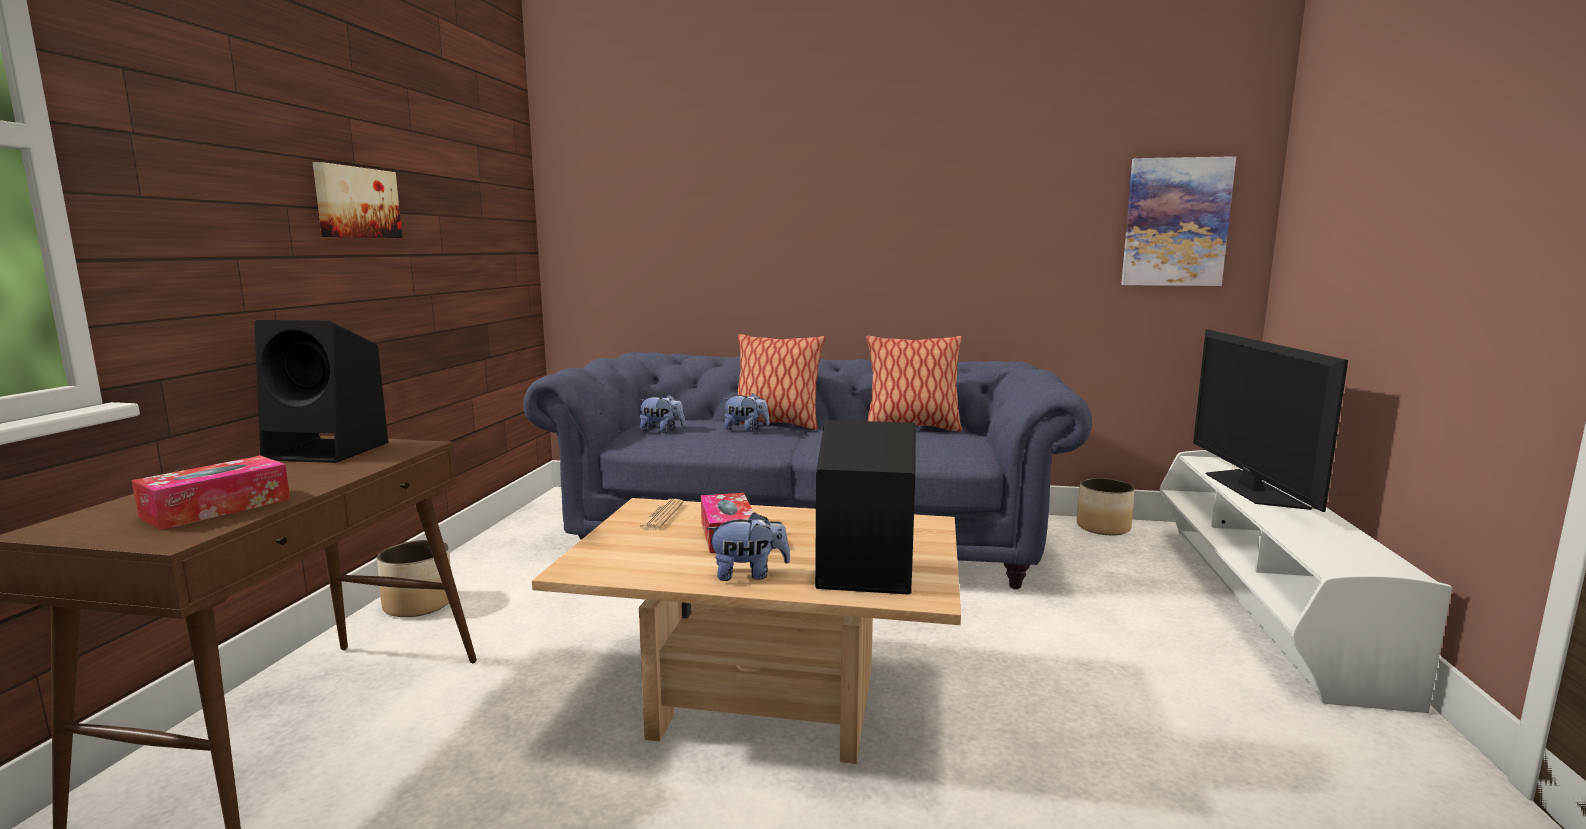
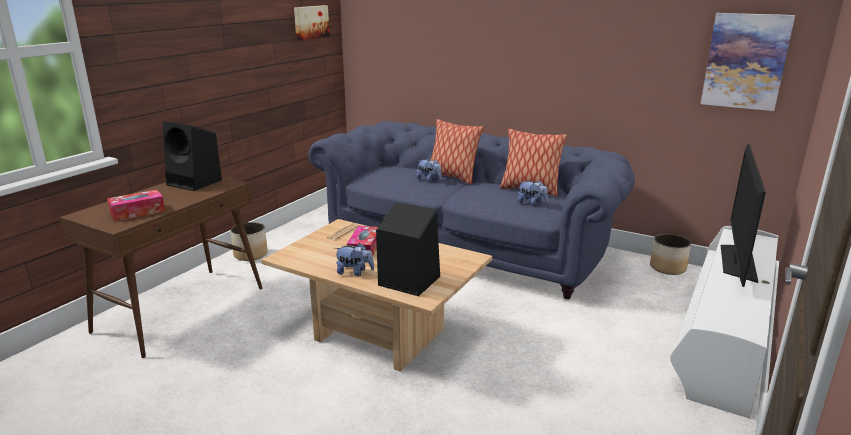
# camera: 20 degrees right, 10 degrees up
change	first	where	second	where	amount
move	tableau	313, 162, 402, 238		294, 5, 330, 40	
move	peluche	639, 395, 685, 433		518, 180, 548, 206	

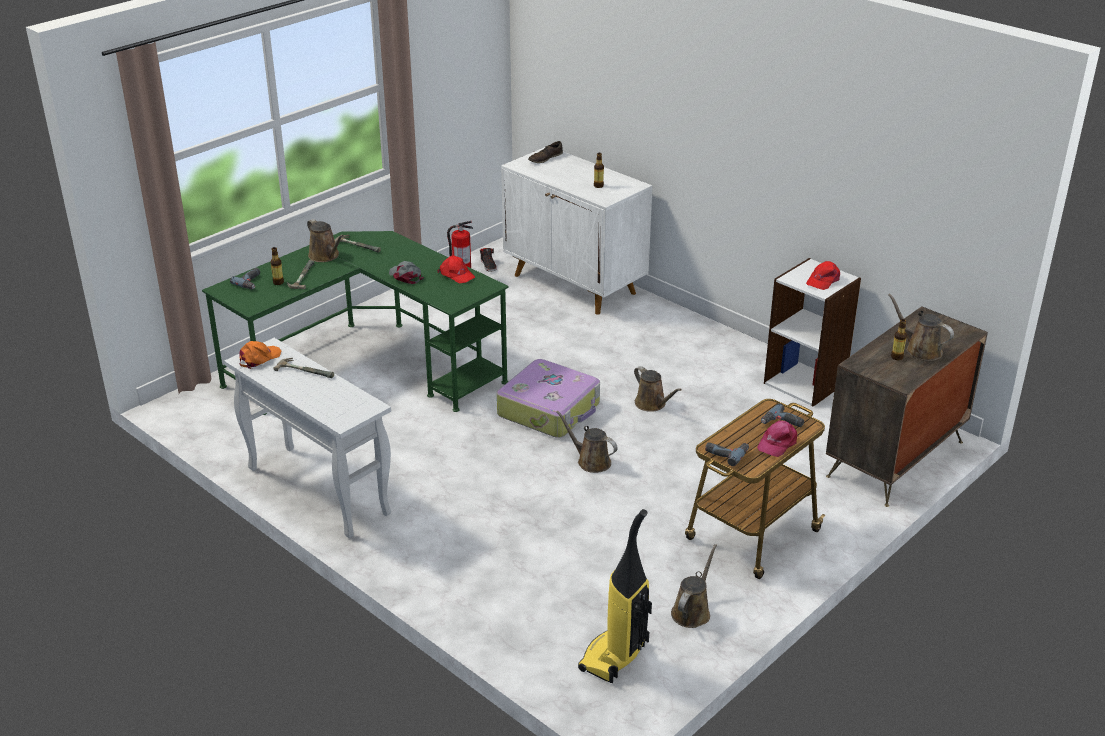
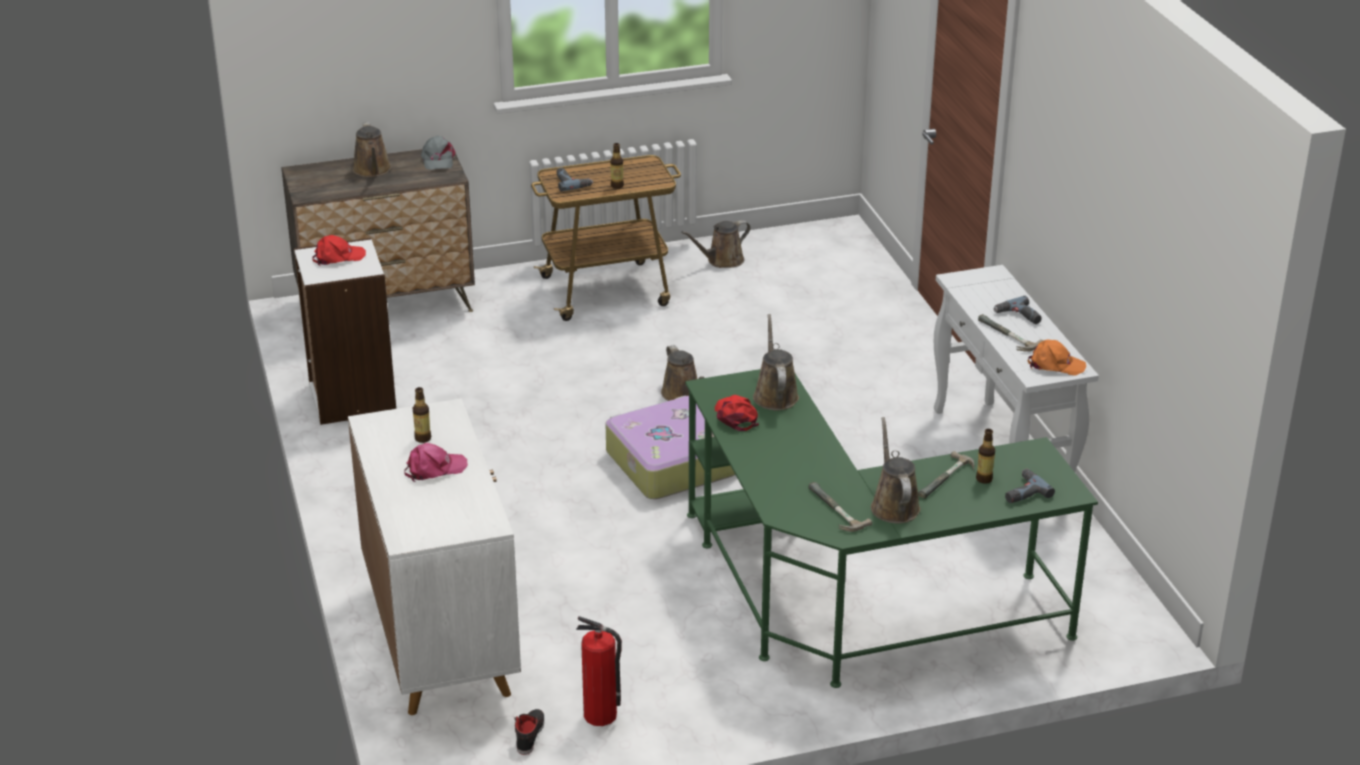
# camera: 150 degrees left, 0 degrees up
change	first	where	second	where	amount
move	casquette/rose	757, 420, 797, 457		405, 443, 468, 482	
move	casquette/gris	389, 261, 424, 284		421, 136, 456, 170	
move	bouteille	891, 319, 907, 360		610, 143, 624, 189	
move	arrosoir/marron	634, 366, 682, 412		753, 314, 799, 410	
move	perceuse	705, 442, 749, 466		994, 296, 1042, 324	
rotate	casquette/orange	239, 341, 281, 369		1028, 339, 1086, 376	150 degrees counterclockwise
delete	chaussure/marron	528, 141, 563, 163			
delete	aspirateur	578, 509, 652, 683			

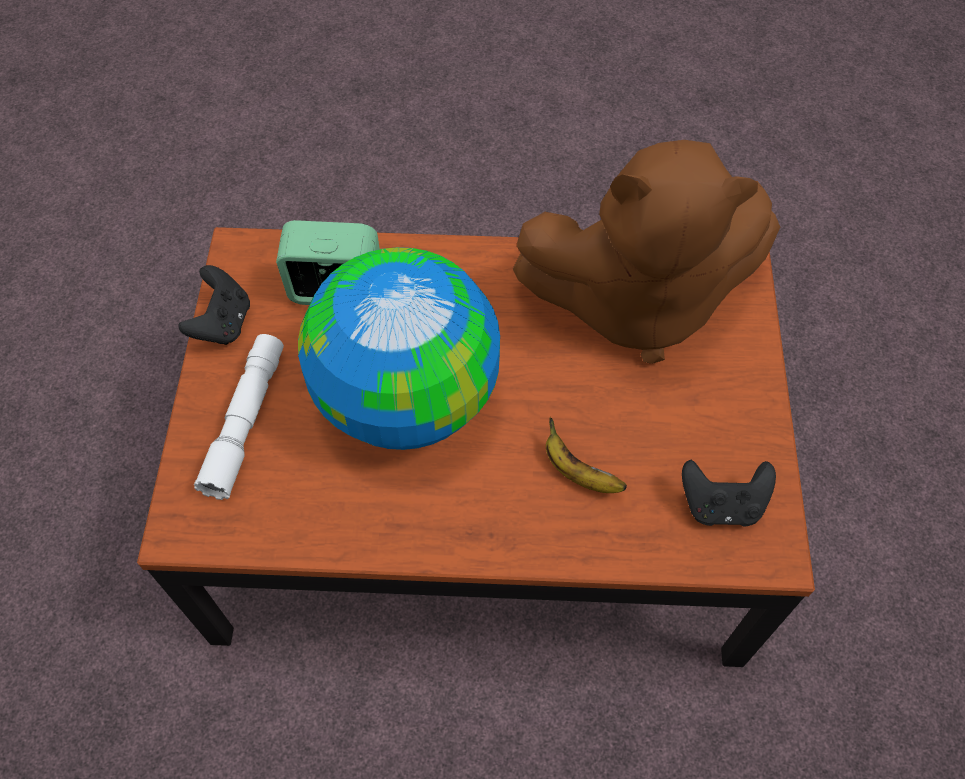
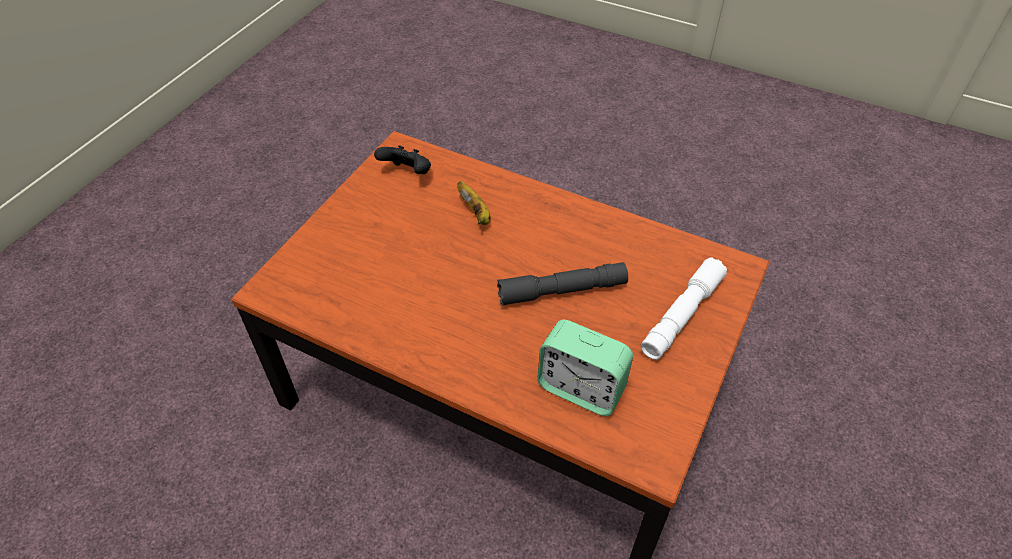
# camera: 155 degrees left, 10 degrees down
change	first	where	second	where	amount
replace	globe	298, 247, 500, 450	lampe de poche/gris	497, 262, 628, 306	
delete	manette/noir	178, 265, 250, 345			
delete	peluche/marron	513, 140, 780, 364			

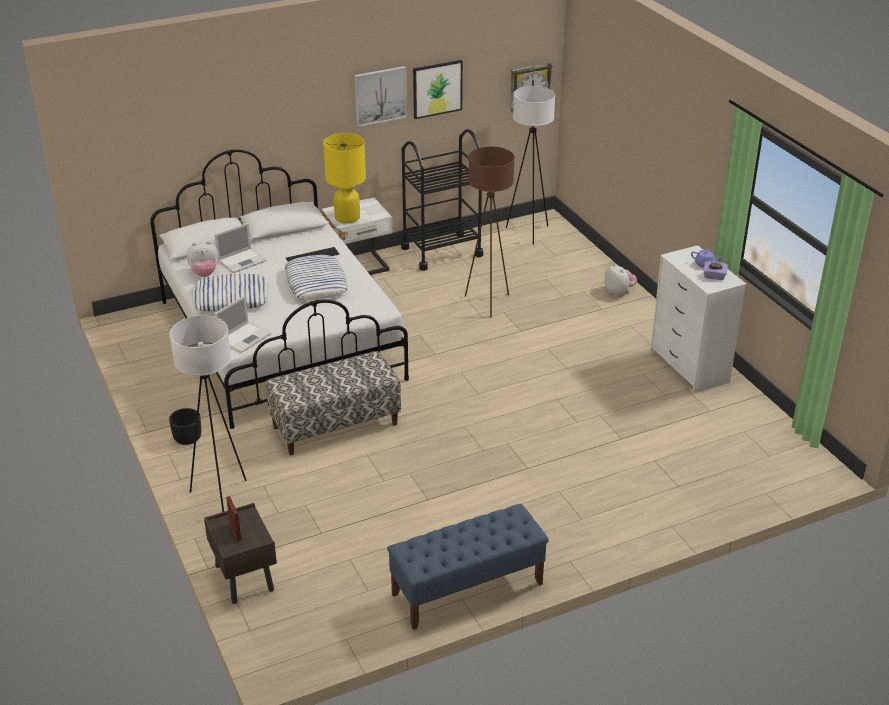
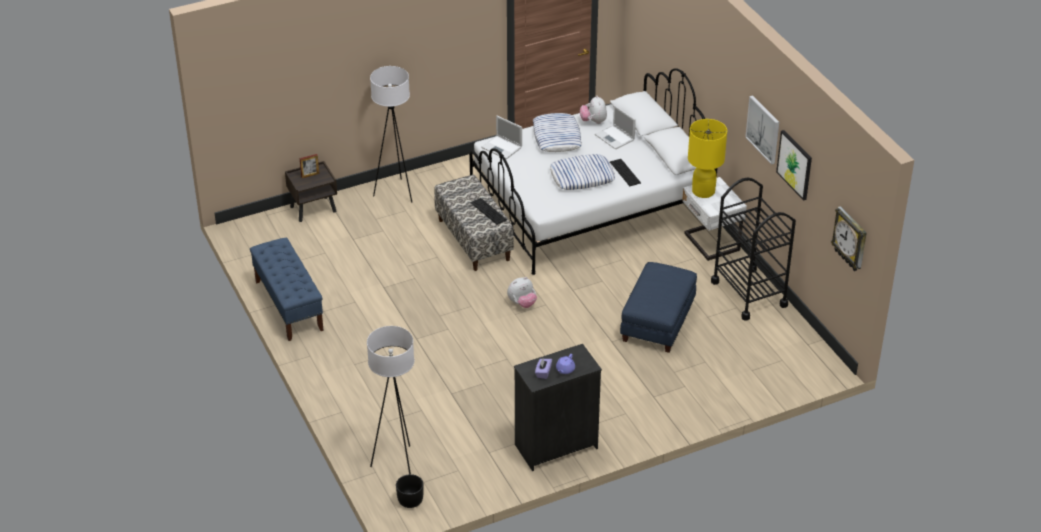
# camera: 90 degrees right, 5 degrees up
change	first	where	second	where	amount
move	lampadaire/blanc	506, 86, 555, 245		367, 326, 414, 474	
move	cache-pot/noir	169, 408, 201, 445		396, 474, 424, 508	
insert			clavier	470, 198, 507, 225	
move	peluche	604, 263, 637, 296		507, 277, 537, 308	
recolor	commode/blanc	650, 245, 746, 394	commode/noir	514, 344, 602, 471	
replace	lampadaire/marron	465, 147, 515, 318	pouf/bleu	620, 262, 697, 353	

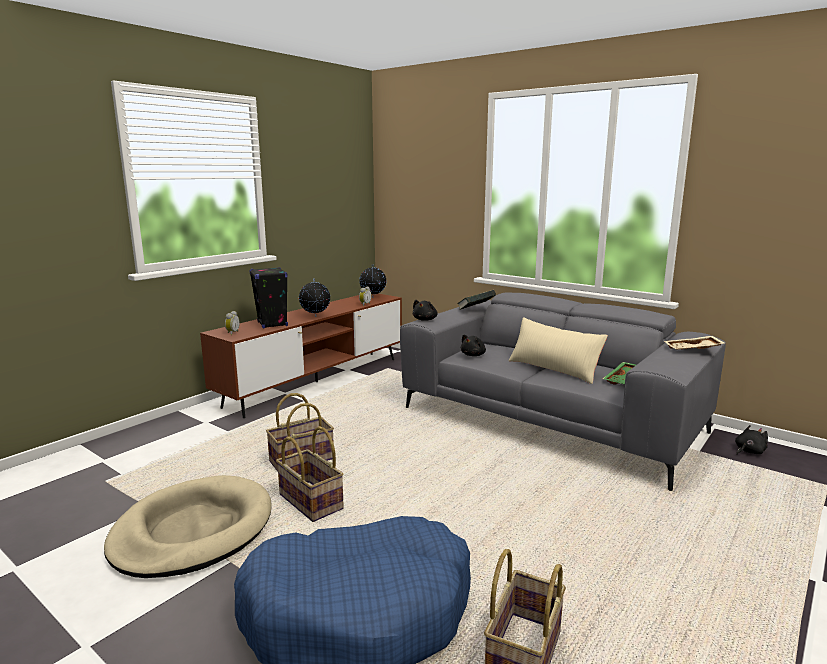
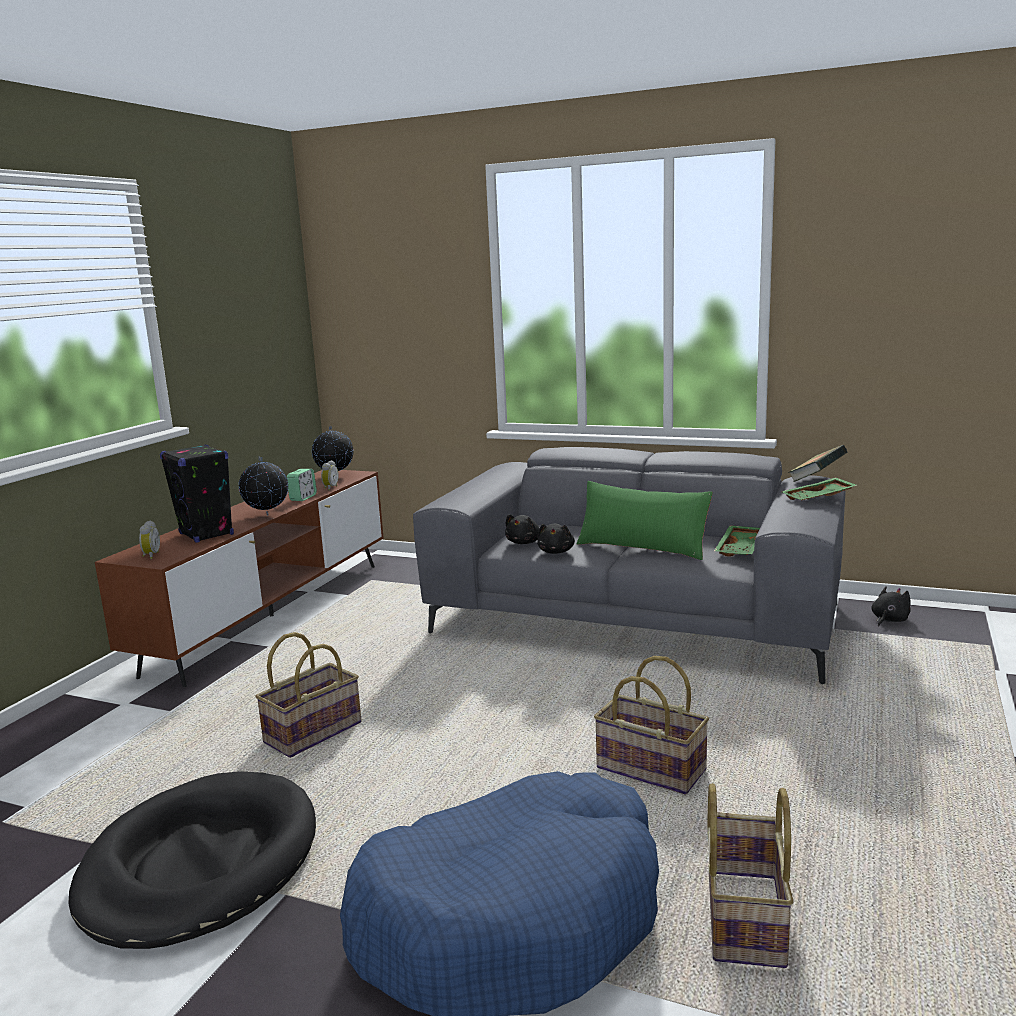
# camera: 15 degrees left, 0 degrees up
change	first	where	second	where	amount
recolor	panier pour chien/beige	104, 475, 272, 578	panier pour chien/noir	69, 771, 316, 949	
insert			réveil	287, 469, 317, 501	
move	peluche/noir	413, 300, 438, 321		537, 523, 575, 554	
recolor	coussin/beige	509, 317, 608, 384	coussin/vert	576, 481, 713, 560	
move	panier	276, 426, 344, 522		594, 656, 709, 794	
recolor	plateau/beige	664, 336, 725, 350	plateau/vert	782, 477, 856, 500	
move	livre	457, 290, 496, 310		788, 445, 848, 482	

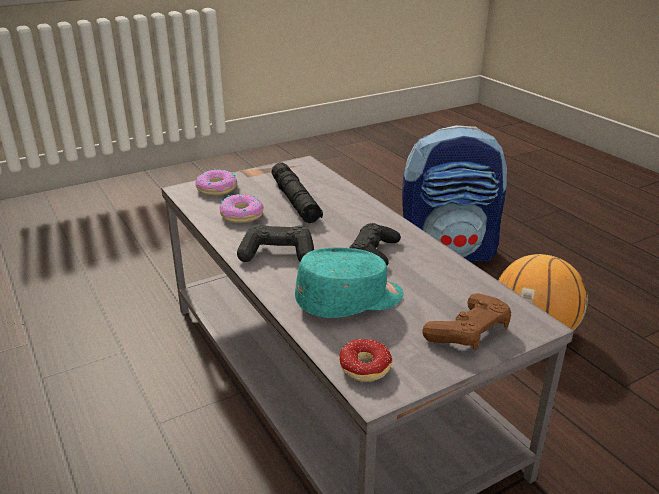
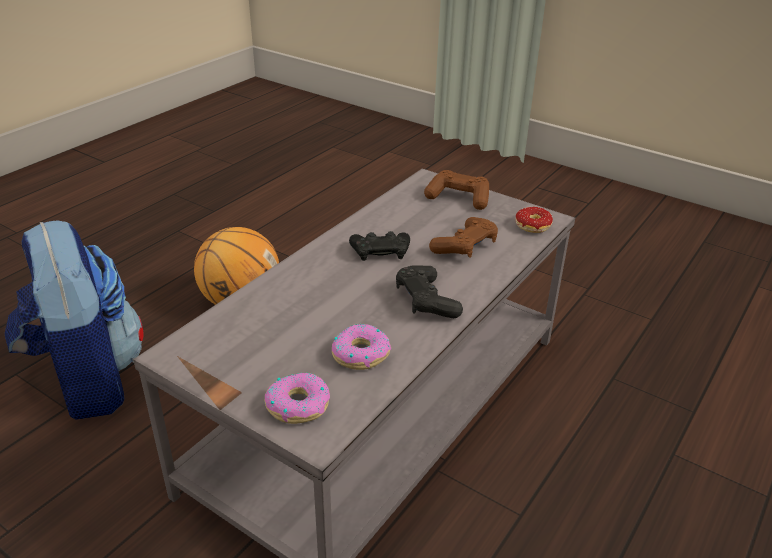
# camera: 115 degrees left, 5 degrees up
change	first	where	second	where	amount
replace	casquette/turquoise	295, 247, 403, 318	manette/marron	429, 217, 498, 258	
delete	lampe de poche/noir	272, 163, 323, 223			

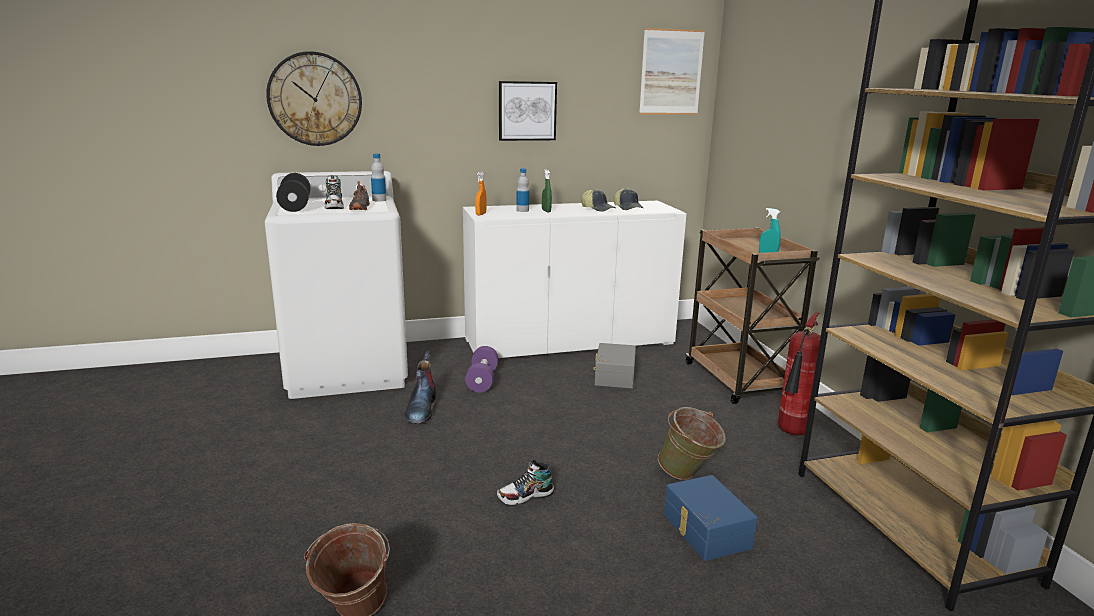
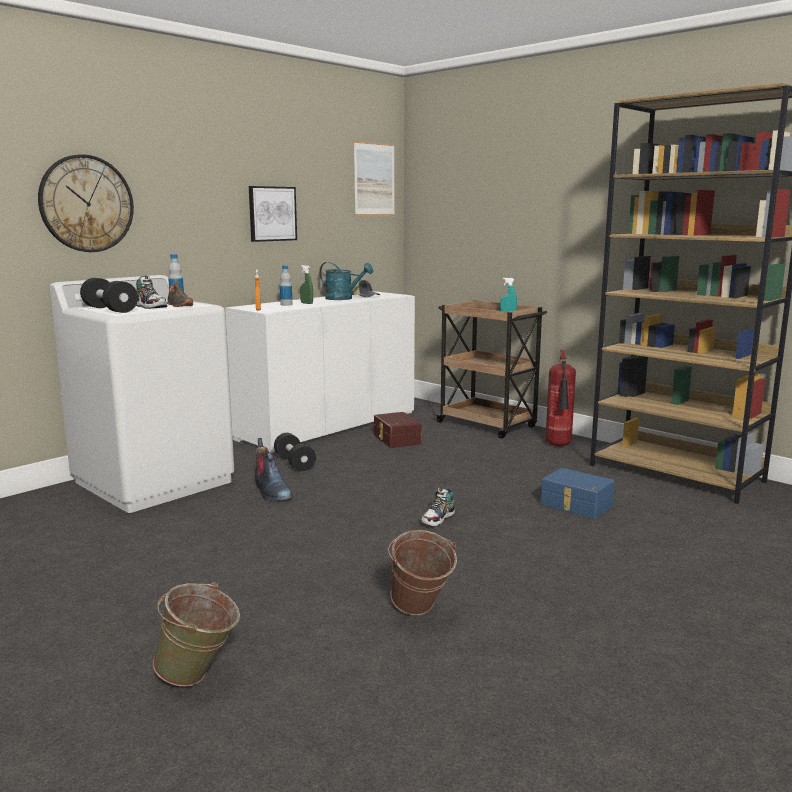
# camera: 30 degrees left, 5 degrees down
change	first	where	second	where	amount
move	seau/vert	658, 407, 725, 480		153, 582, 240, 687	
recolor	haltère/violet	465, 346, 498, 392	haltère/noir	274, 433, 316, 471	
replace	casquette	581, 189, 616, 212	arrosoir/turquoise	319, 262, 373, 300	
recolor	boîte de rangement/gris	593, 343, 636, 388	boîte de rangement/marron	374, 412, 421, 448	

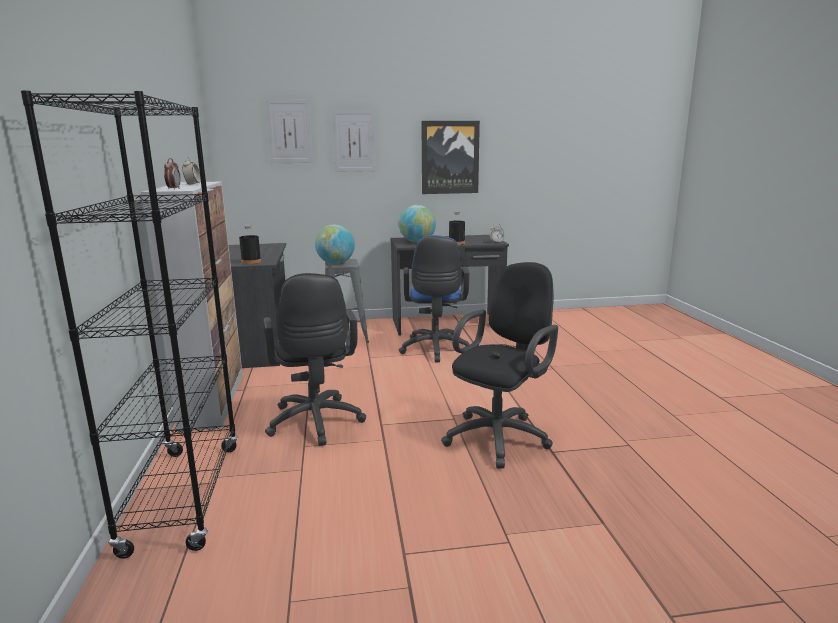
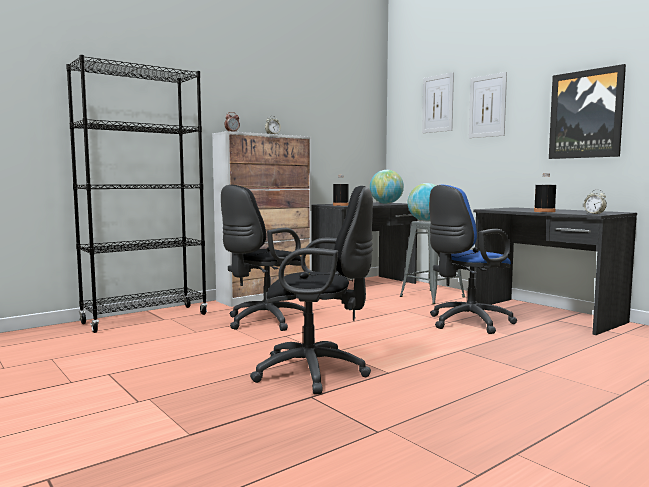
# camera: 60 degrees right, 10 degrees down
change	first	where	second	where	amount
move	globe	399, 205, 436, 243		370, 170, 404, 204	

